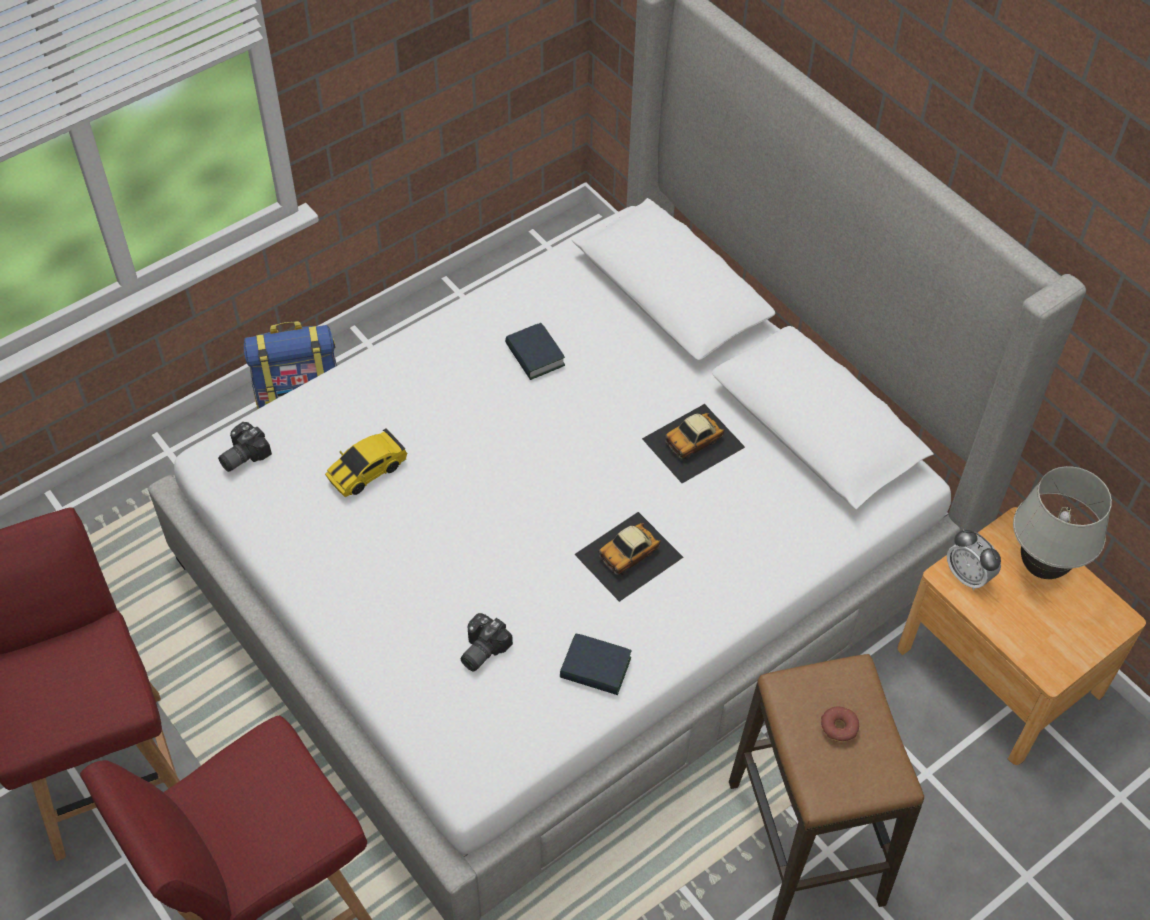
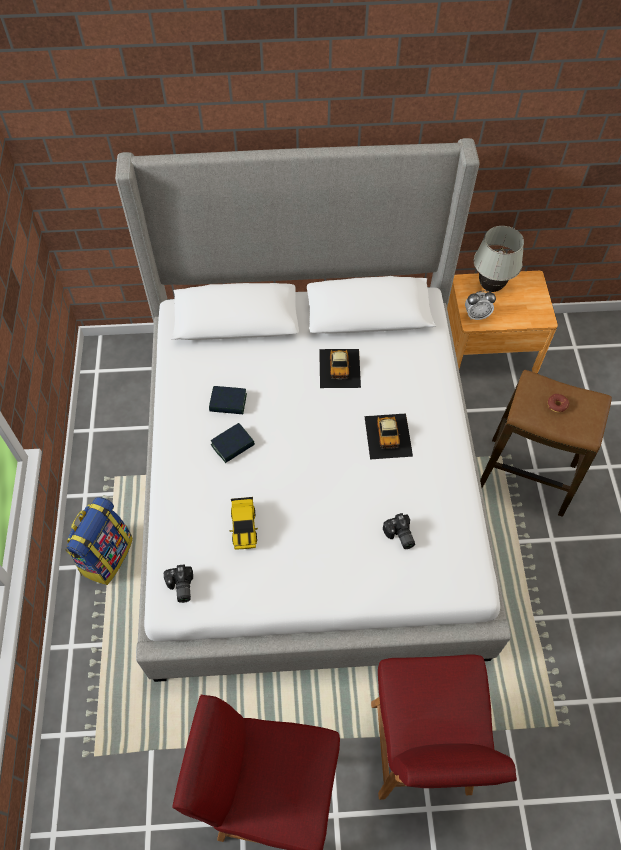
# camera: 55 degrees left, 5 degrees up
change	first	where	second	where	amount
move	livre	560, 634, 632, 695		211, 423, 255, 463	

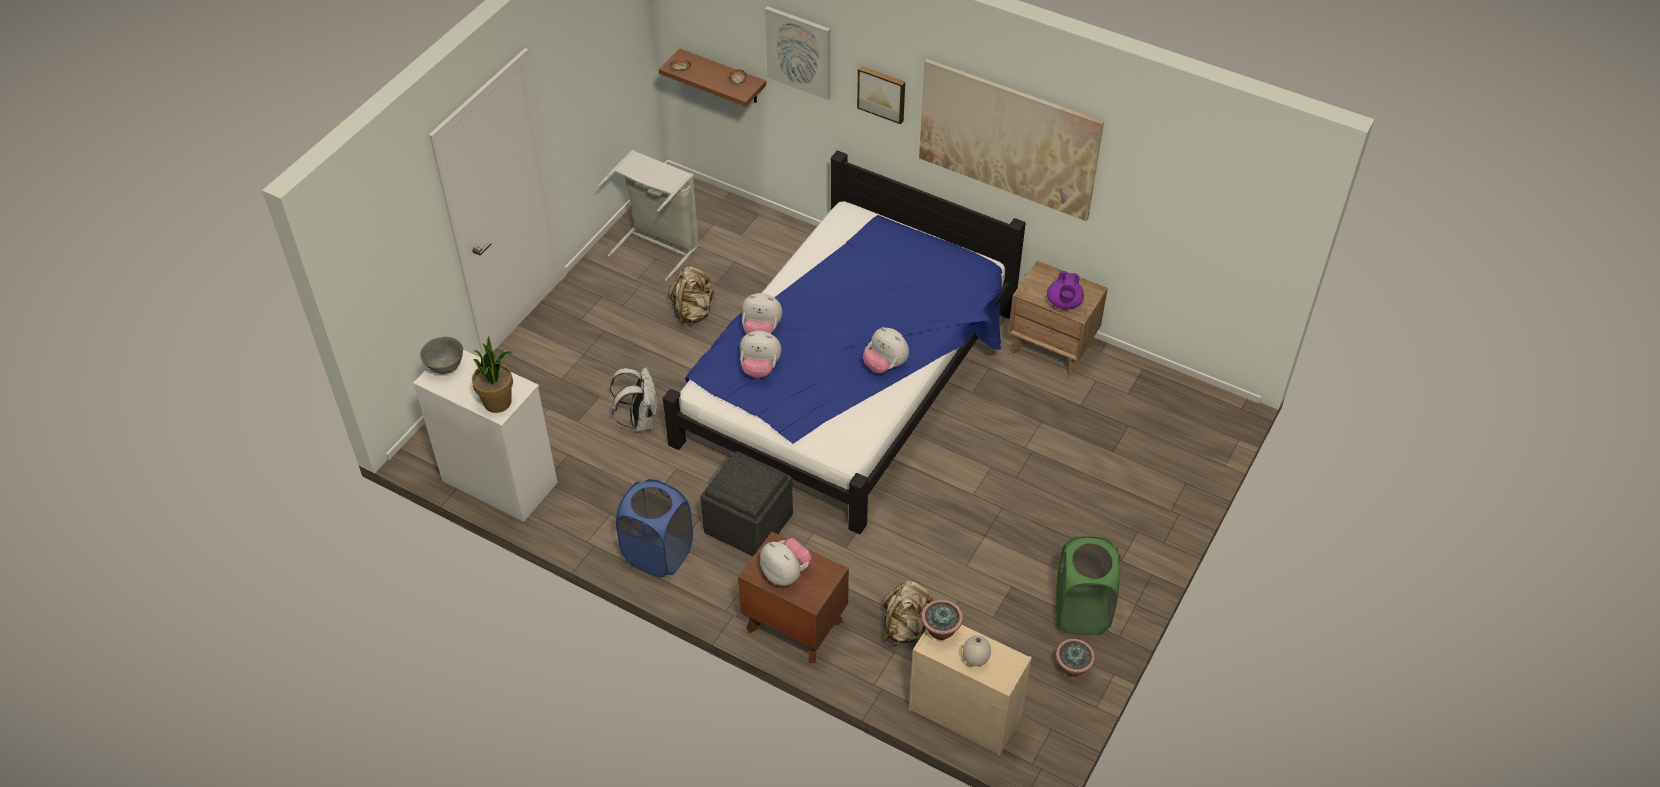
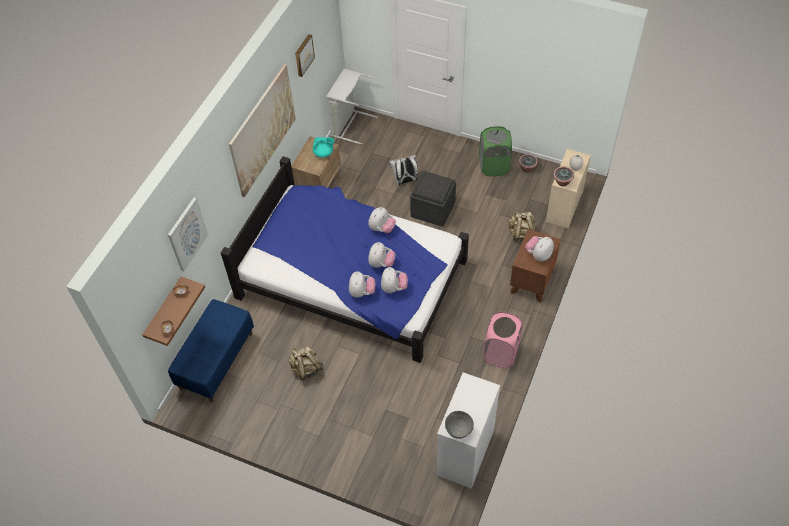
# camera: 95 degrees left, 5 degrees up
change	first	where	second	where	amount
insert			banc/bleu	168, 299, 254, 402	
move	tableau	857, 66, 905, 124		295, 34, 315, 77	
recolor	théière/violet	1047, 271, 1084, 310	théière/turquoise	313, 137, 335, 158	
move	panier à linge/gris	598, 150, 699, 281		326, 69, 378, 145	
insert			peluche	368, 242, 395, 268	
move	sac à dos/blanc	610, 368, 657, 432		389, 155, 418, 185	
move	pouf/gris	701, 451, 793, 556		410, 171, 456, 226	
recolor	panier à linge/bleu	616, 479, 693, 577	panier à linge/rose	483, 312, 523, 369	
delete	plante en pot	472, 336, 513, 413			

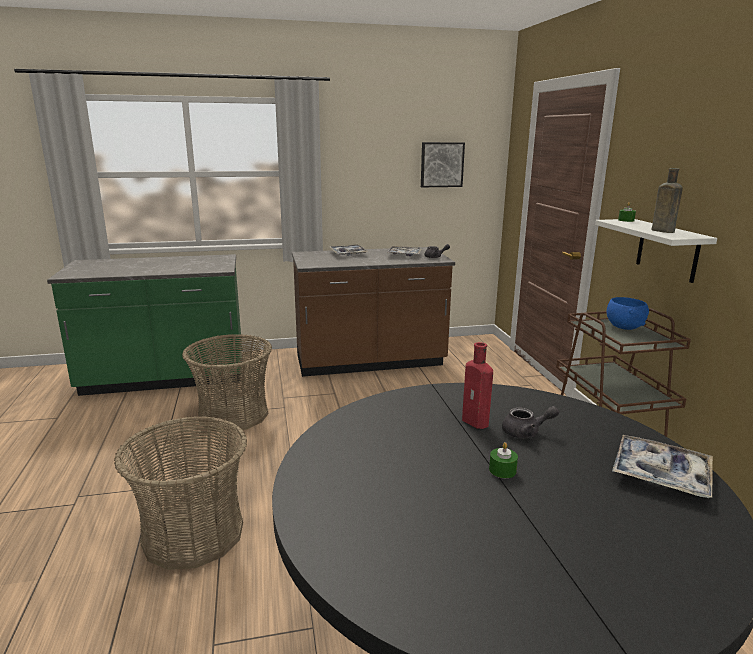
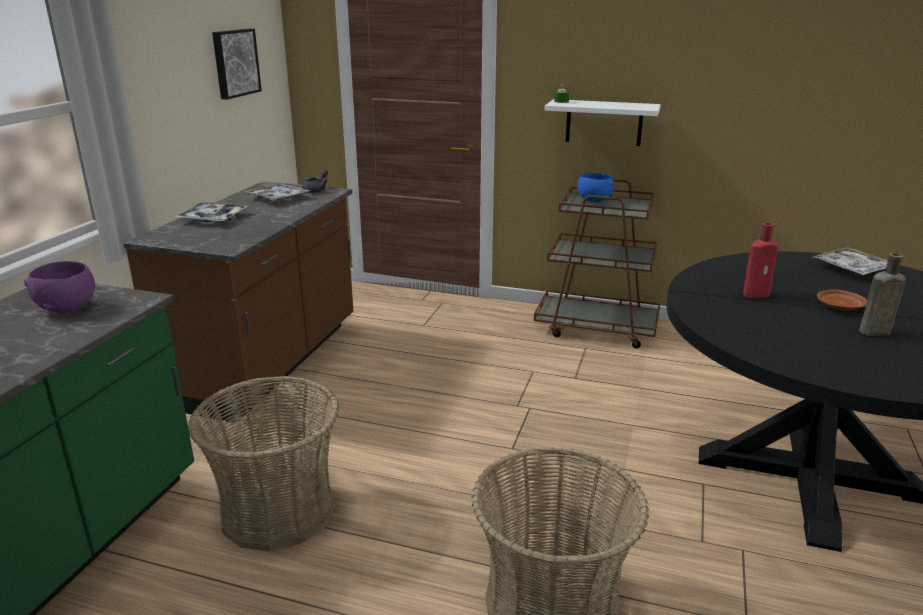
# camera: 60 degrees left, 5 degrees up
change	first	where	second	where	amount
insert			bol/violet	24, 261, 95, 313	
replace	bougie/vert	489, 442, 518, 478	assiette/marron	817, 289, 867, 310	
move	bouteille/marron	652, 168, 683, 233		859, 253, 906, 336	
delete	théière/gris	502, 406, 559, 438			

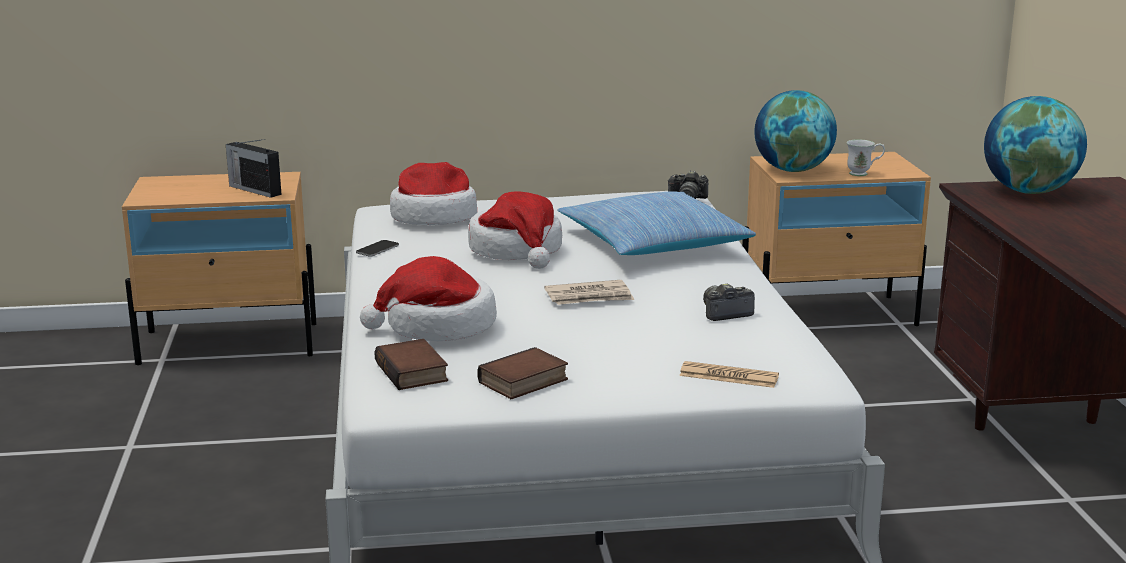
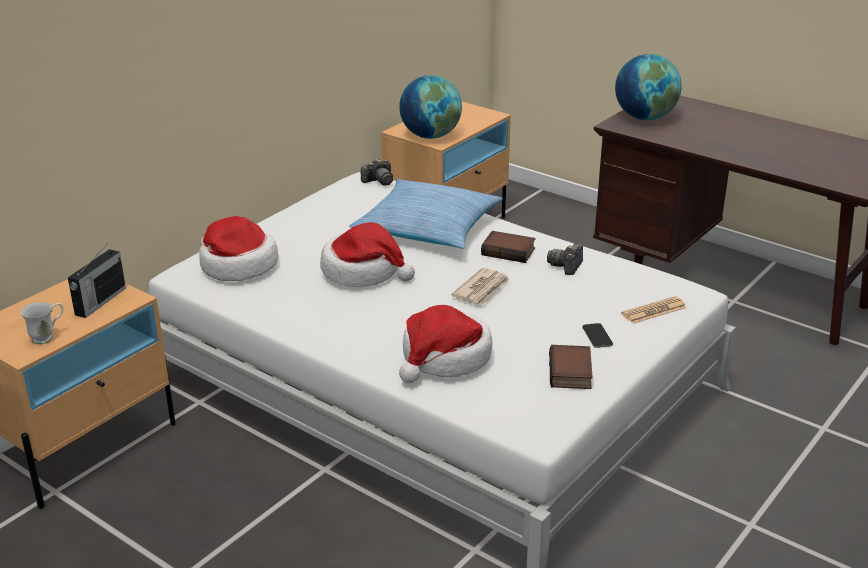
# camera: 45 degrees left, 10 degrees up
change	first	where	second	where	amount
move	mug/blanc	847, 139, 885, 176		21, 302, 63, 344	
rotate	radio	226, 139, 282, 198		68, 243, 126, 318	60 degrees counterclockwise
move	livre	374, 339, 448, 390		481, 231, 536, 263	
move	téléphone	356, 240, 399, 257		582, 323, 613, 348	

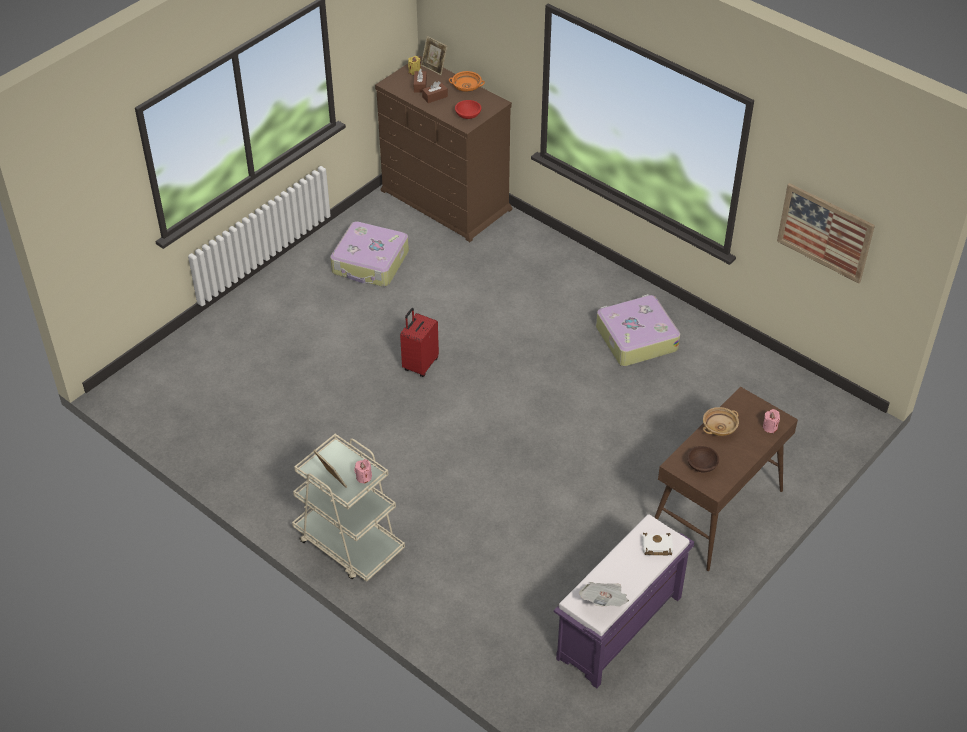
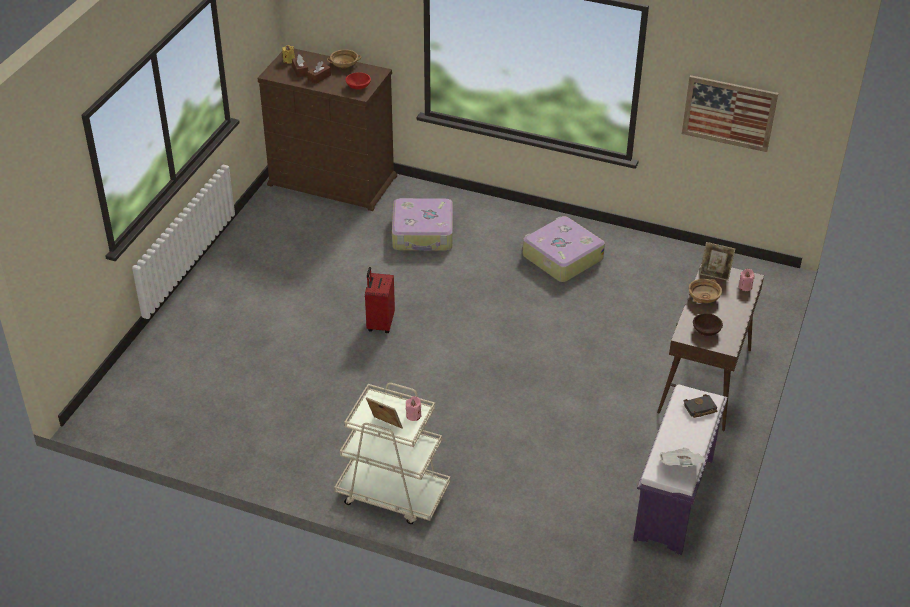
# camera: 20 degrees left, 5 degrees down
change	first	where	second	where	amount
recolor	bol/orange	449, 71, 485, 92	bol/beige	327, 49, 361, 68	
move	valise	330, 221, 409, 287		392, 198, 453, 251	
recolor	livre/blanc	642, 533, 673, 555	livre/noir	683, 394, 717, 418	
move	cadre photo	421, 36, 447, 75		699, 242, 735, 281	

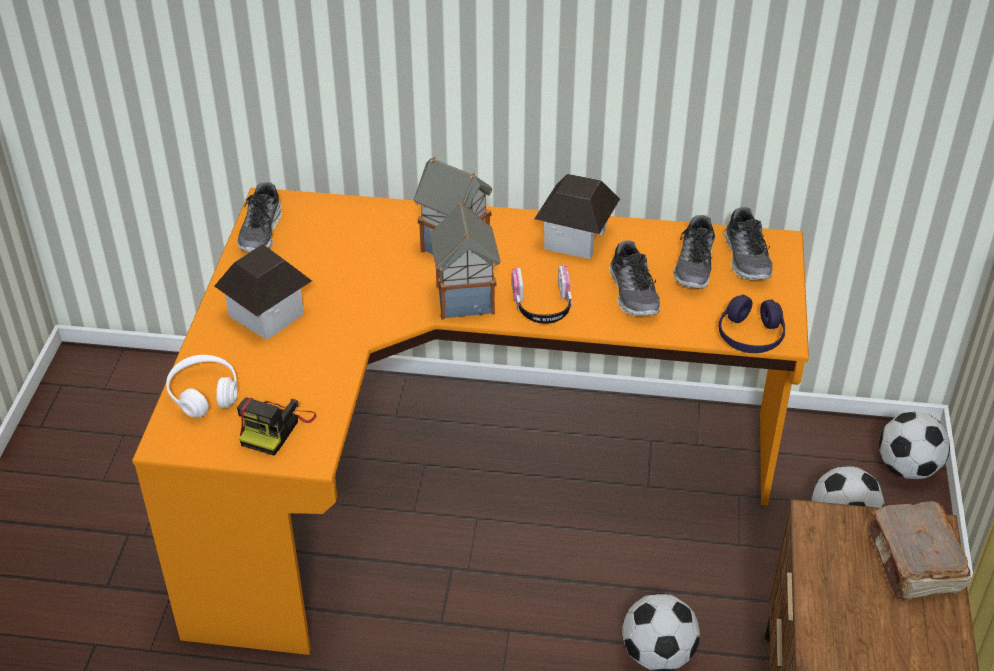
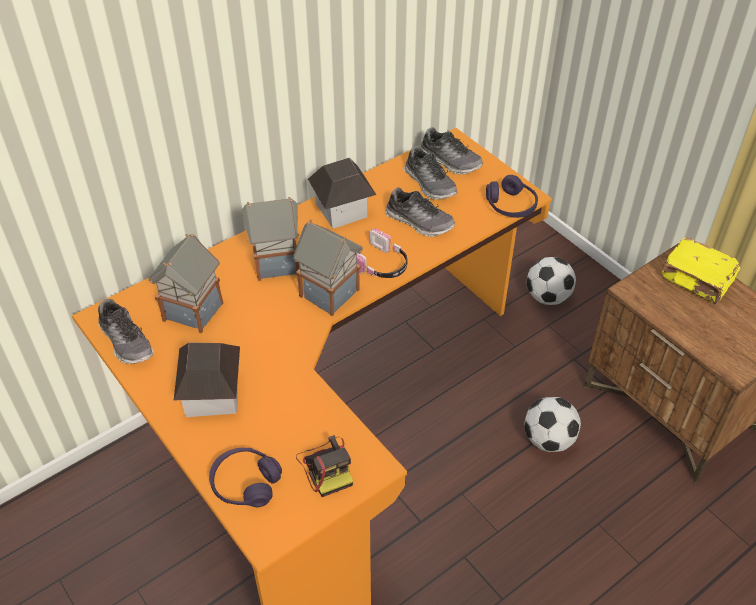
# camera: 45 degrees left, 5 degrees up
change	first	where	second	where	amount
insert			maison miniature	149, 234, 223, 334	
recolor	casque audio/blanc	166, 355, 237, 418	casque audio/violet	209, 448, 282, 507	
recolor	livre/marron	869, 501, 971, 600	livre/jaune	662, 237, 740, 304	
delete	ballon de foot	879, 412, 950, 479			

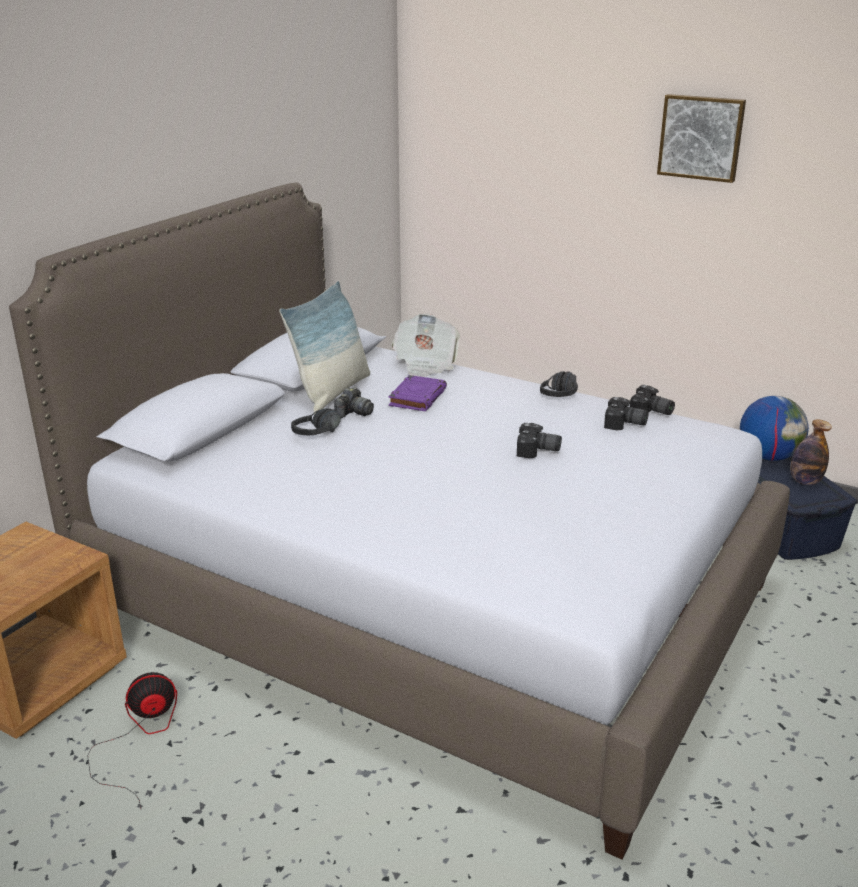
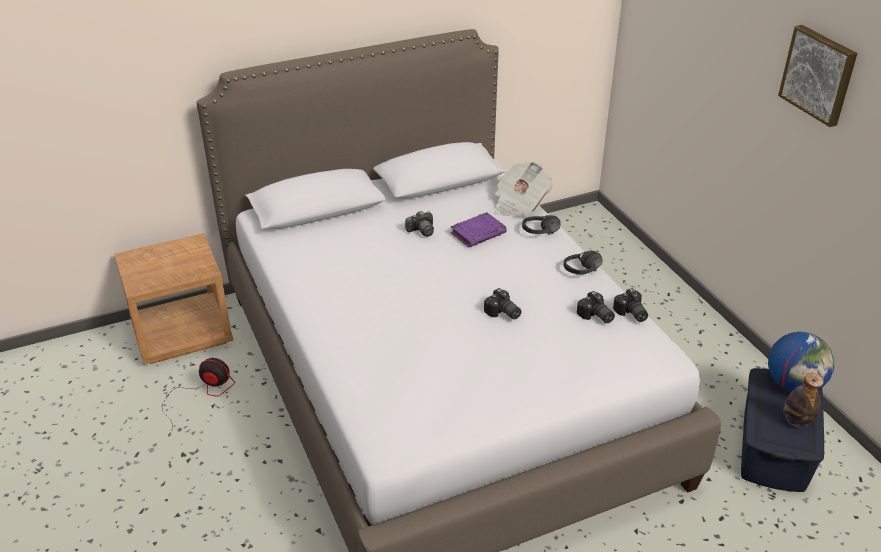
# camera: 35 degrees right, 10 degrees up
change	first	where	second	where	amount
move	casque audio/noir	291, 408, 341, 435		522, 215, 561, 235	
delete	coussin	279, 281, 370, 414			

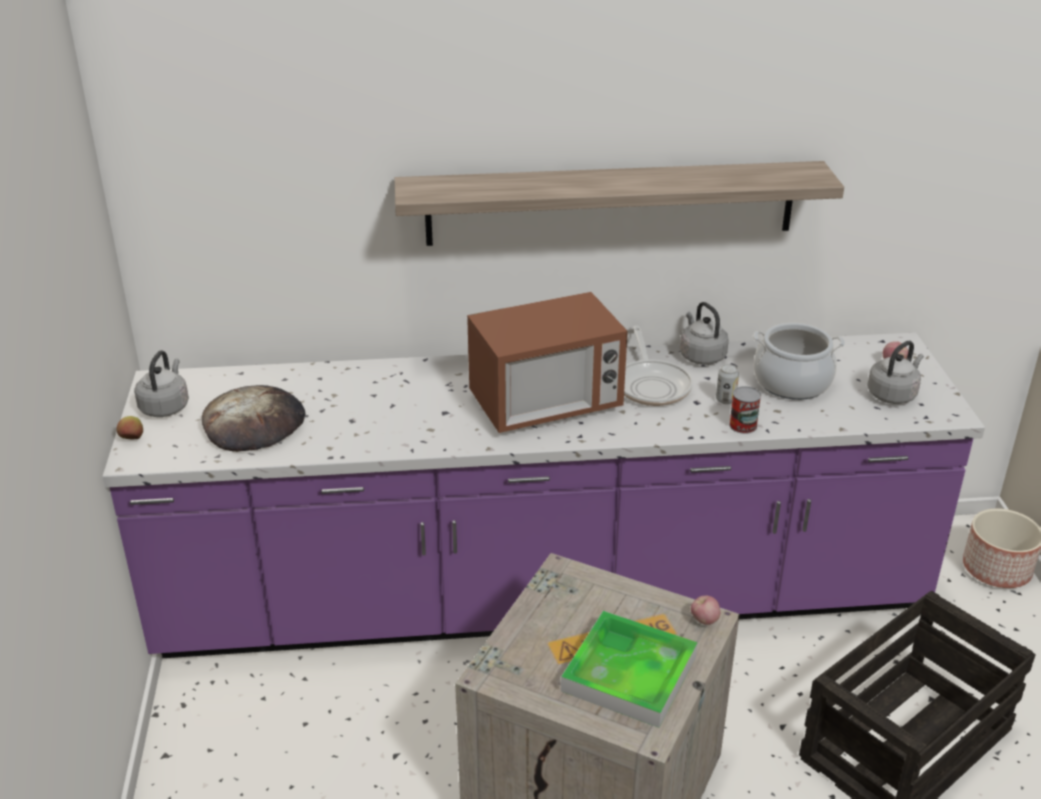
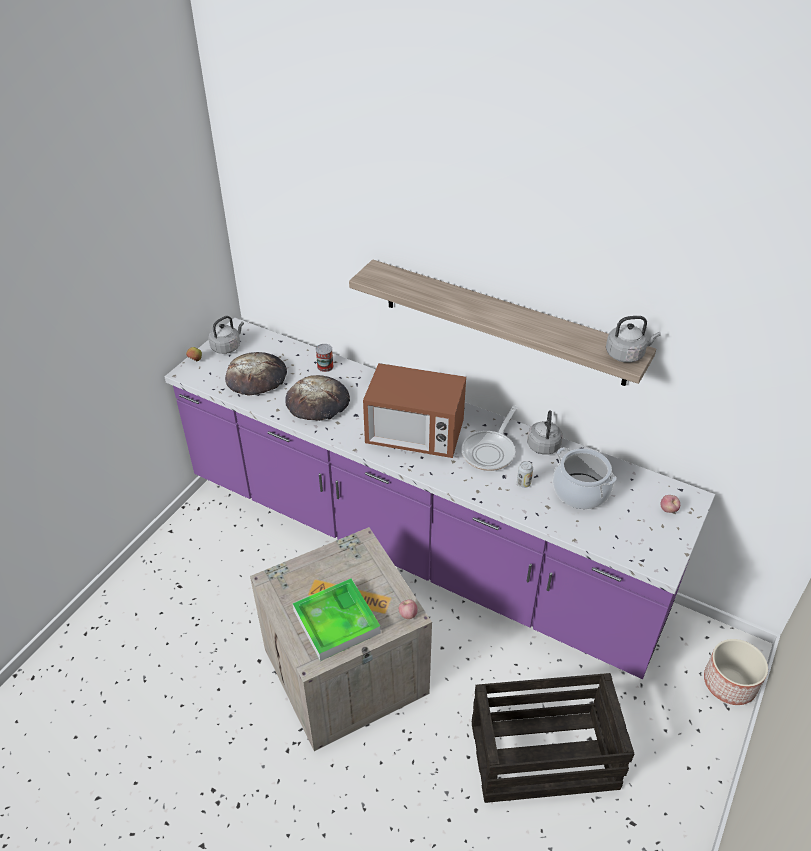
# camera: 35 degrees right, 10 degrees up
change	first	where	second	where	amount
insert			pain	285, 375, 350, 421	
move	boîte métallique	729, 386, 761, 434		316, 344, 334, 372	
move	bouilloire/gris	867, 341, 924, 404		606, 316, 661, 363	

